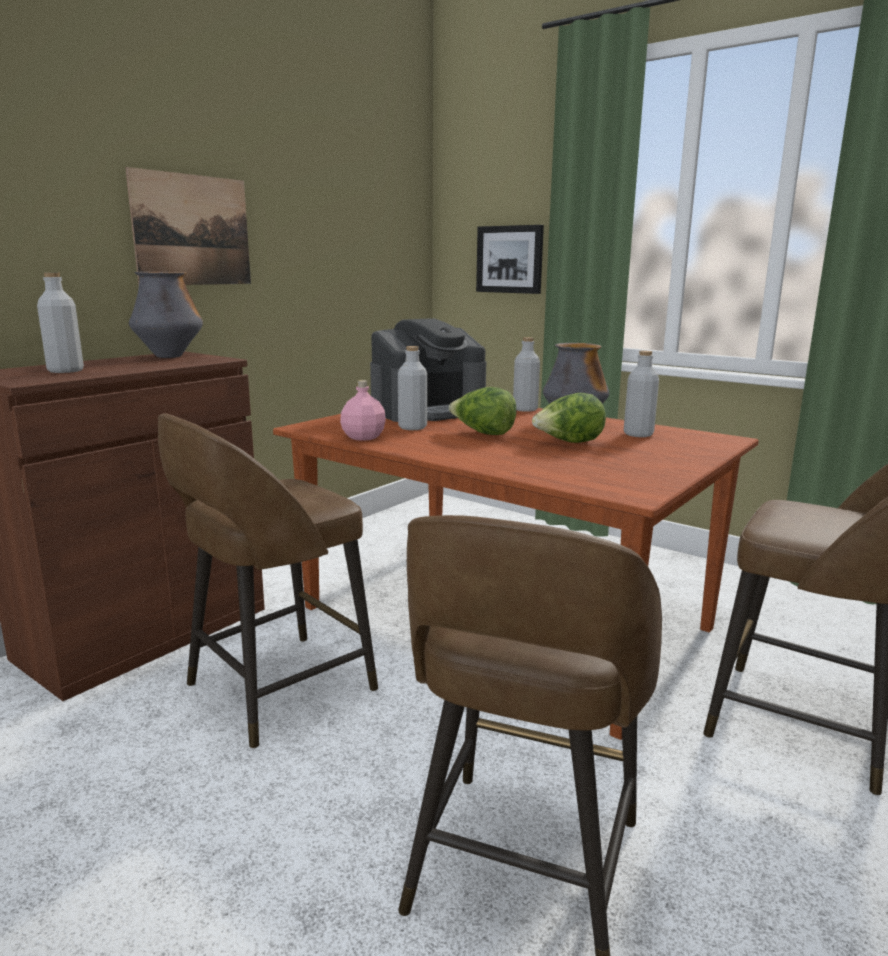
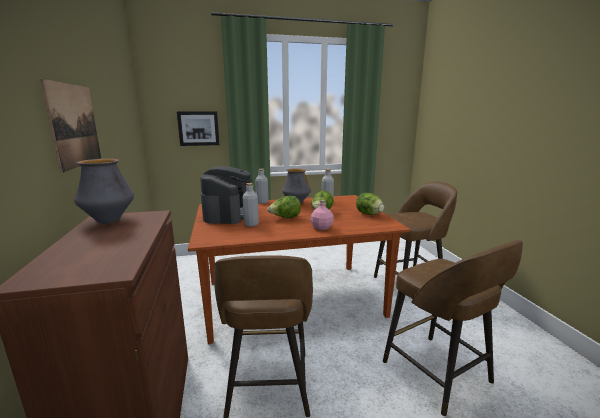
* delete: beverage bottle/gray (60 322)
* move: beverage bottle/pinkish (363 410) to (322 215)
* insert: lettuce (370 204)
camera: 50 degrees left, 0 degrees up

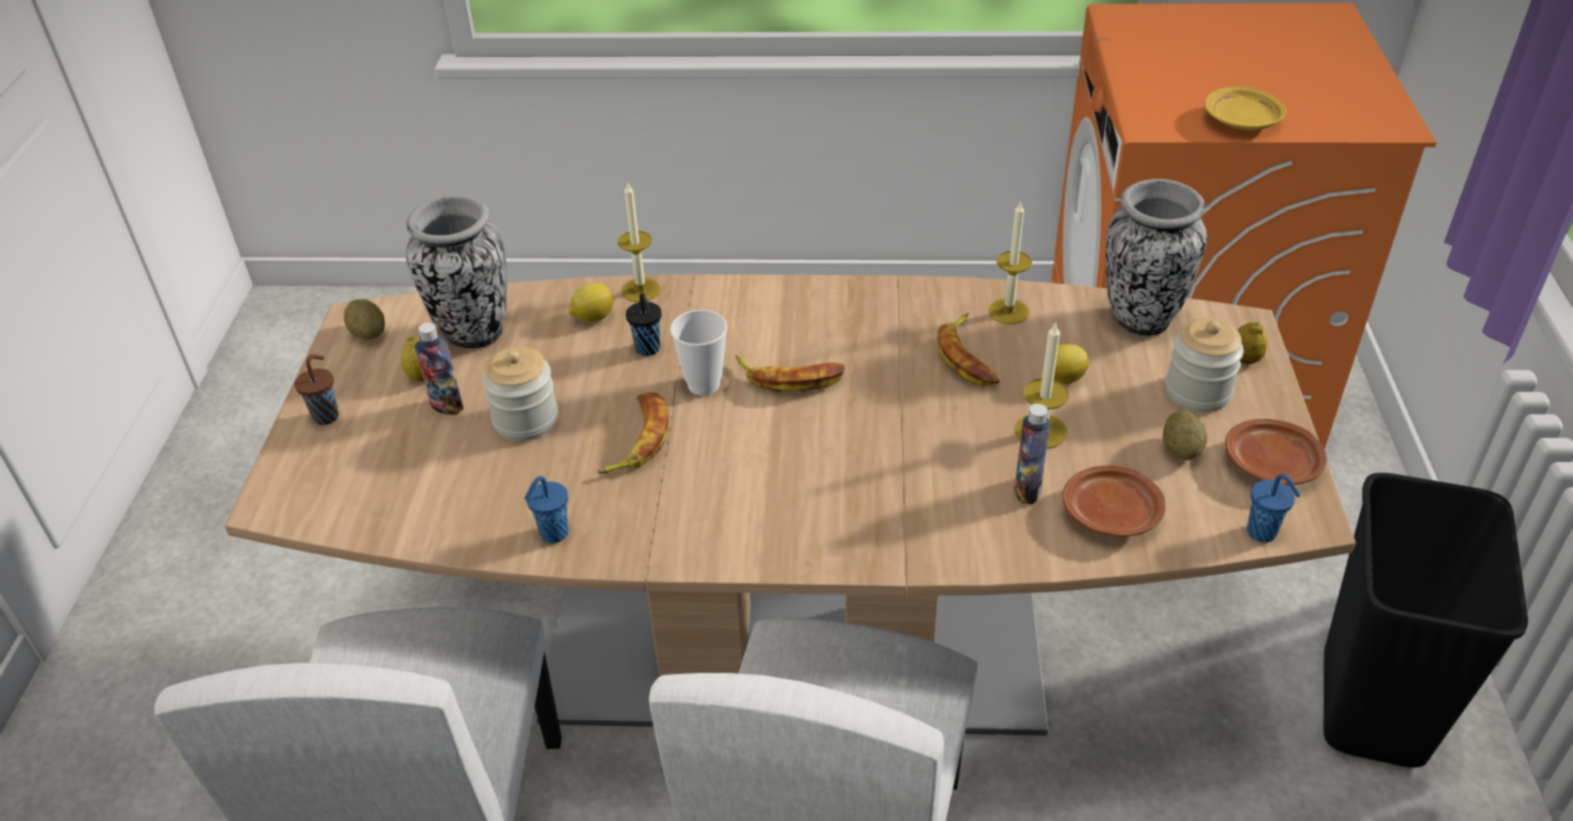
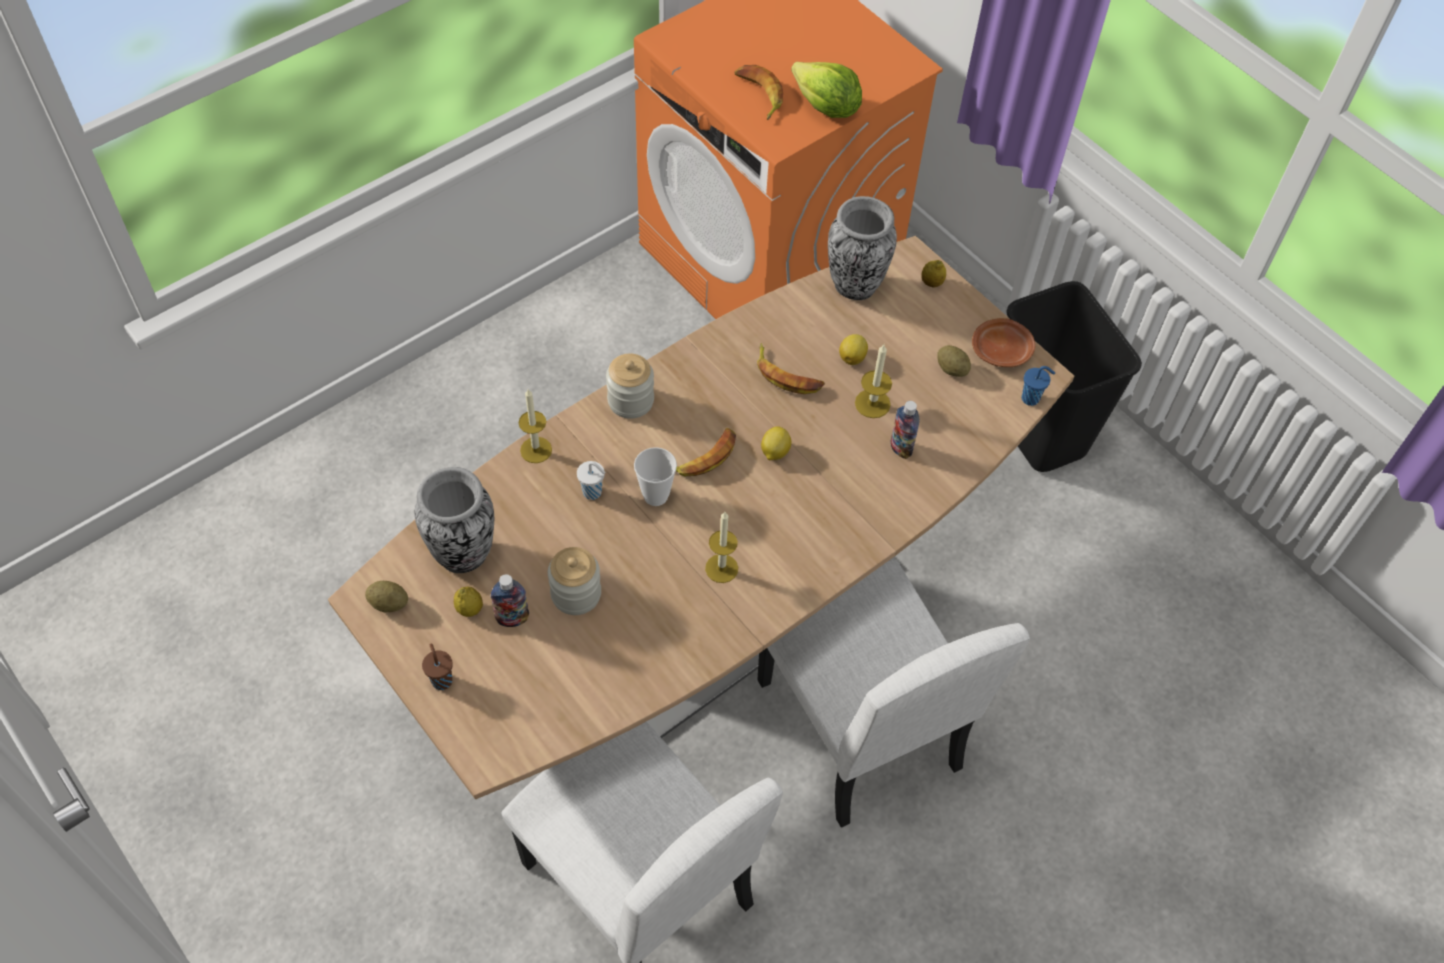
* replace: dinner plate/yellowish (1245 108) to lettuce (826 90)
* move: candle (1010 262) to (721 547)
* move: lemon (591 302) to (776 443)
* recolor: drinking cup/blackish (643 324) to drinking cup/white-coloured (591 480)
* move: preserve jar (1205 365) to (630 386)
* move: banana (633 433) to (758 92)
* delete: dinner plate/brown-coloured (1114 501)
* delete: drinking cup/bluish (546 509)
camera: 45 degrees left, 15 degrees up

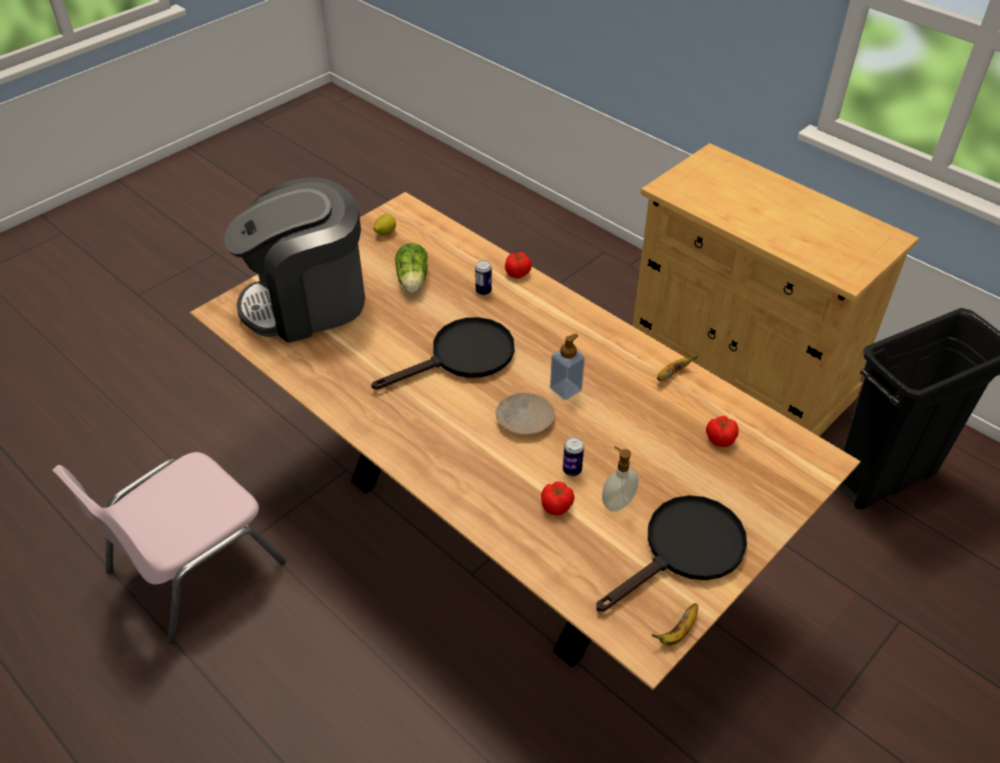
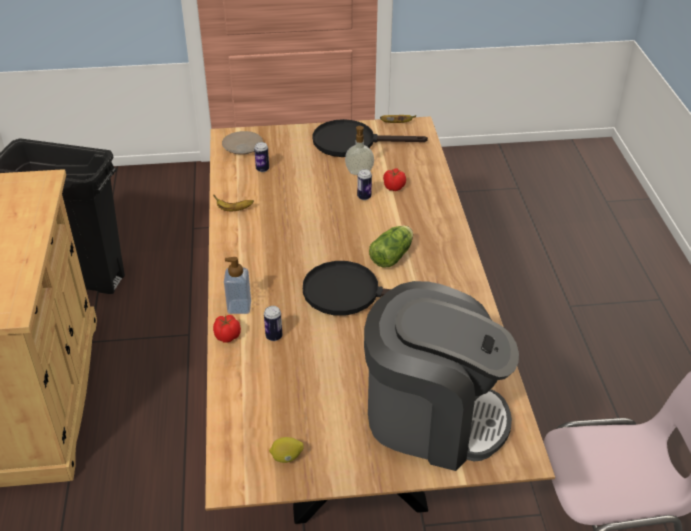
* move: lettuce (411 267) to (391 246)
* move: soap bottle (567 366) to (237 285)
* move: dinner plate/sand-coloured (525 414) to (242 143)
* replace: tomato (722 431) to can (261 157)
camera: 140 degrees left, 5 degrees down

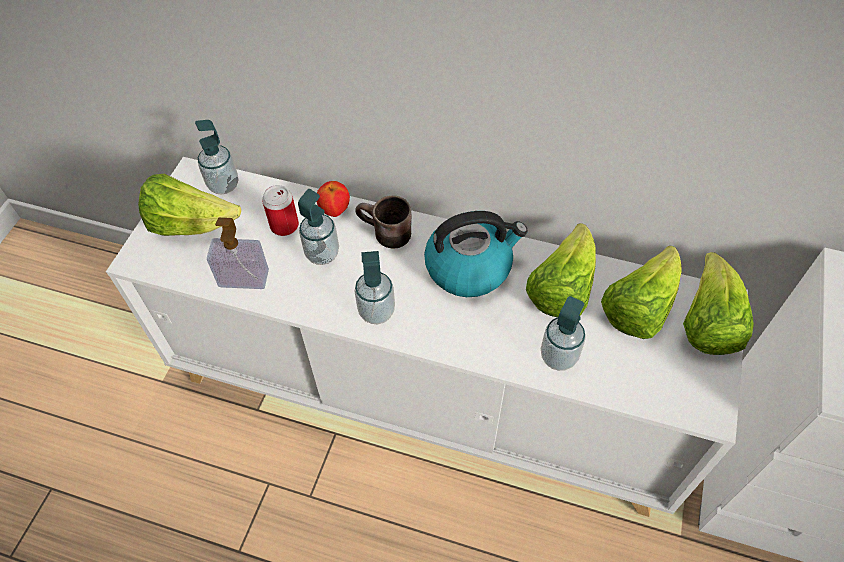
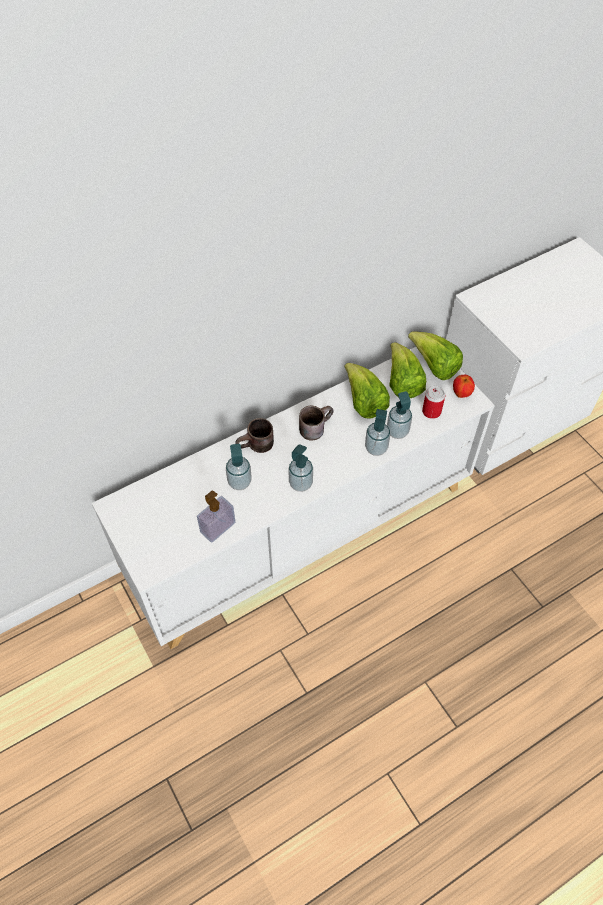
* move: soap bottle (216 157) to (377 432)
* delete: lettuce (189 205)
* move: apple (333 199) to (464 386)
* move: can (280 210) to (433 402)
* replace: kettle (476 254) to coffee mug/brown-coloured (316 423)
camera: 50 degrees left, 0 degrees up

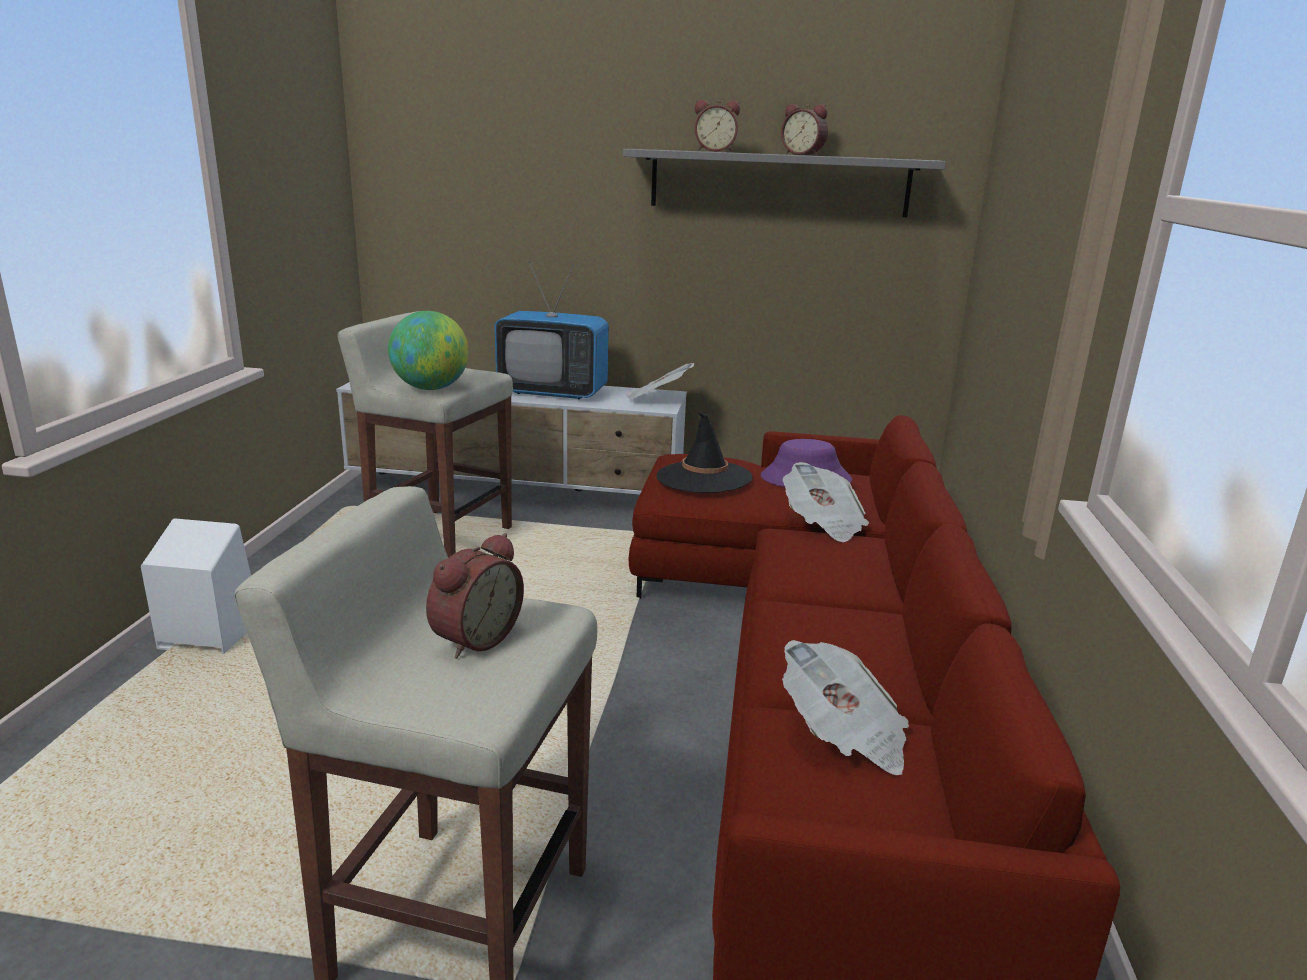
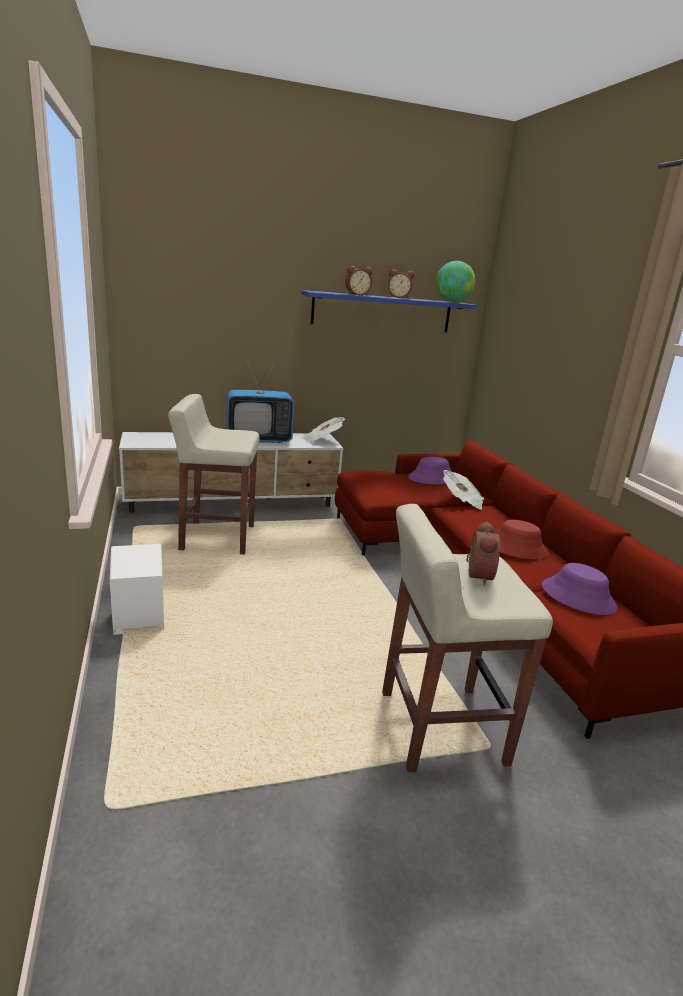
* recolor: bracket shelf/gray (784 183) to bracket shelf/bluish (389 311)
* move: world globe (428 350) to (455 281)
* delete: clothing hat/blackish (704 452)
* replace: newspaper (845 707) to clothing hat/purple (579 589)
* insert: clothing hat/red-coloured (522 539)
camera: 25 degrees left, 0 degrees up

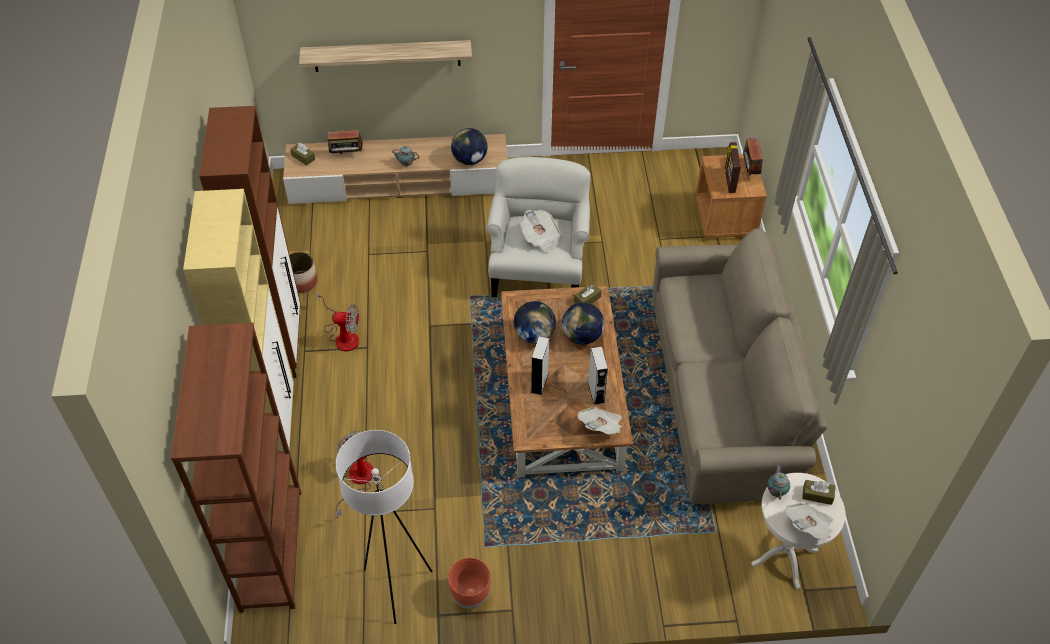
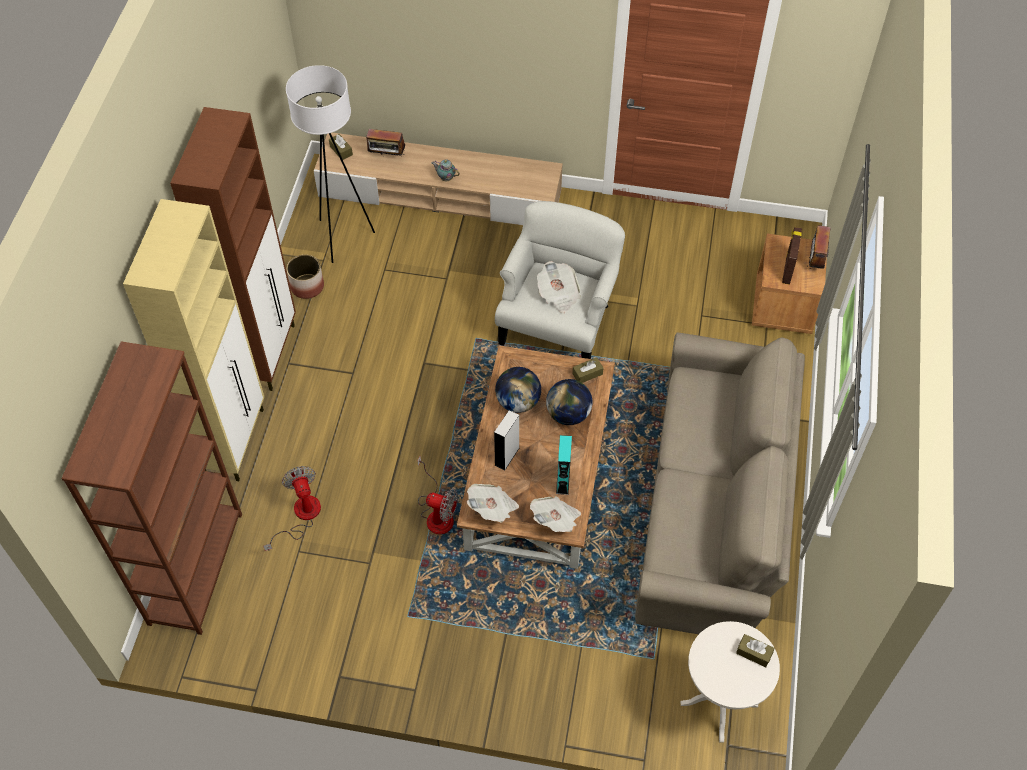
* delete: bracket shelf (385 56)
* delete: world globe (469 146)
* move: electric fan (338 321) to (438 495)
* recolor: loudspeaker/gray (598 376) to loudspeaker/turquoise-coloured (564 465)
* move: standing lamp/white-coloured (384 527) to (330 164)
* delete: tea pot (778 482)
* move: newspaper (809 520) to (493 503)
* delete: flower pot/brown-coloured (469 583)
camera: 15 degrees right, 5 degrees up

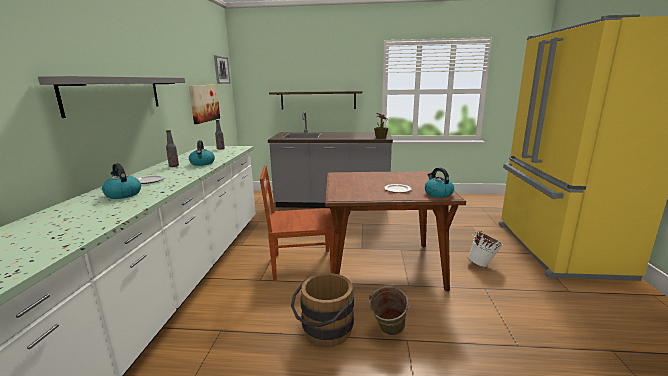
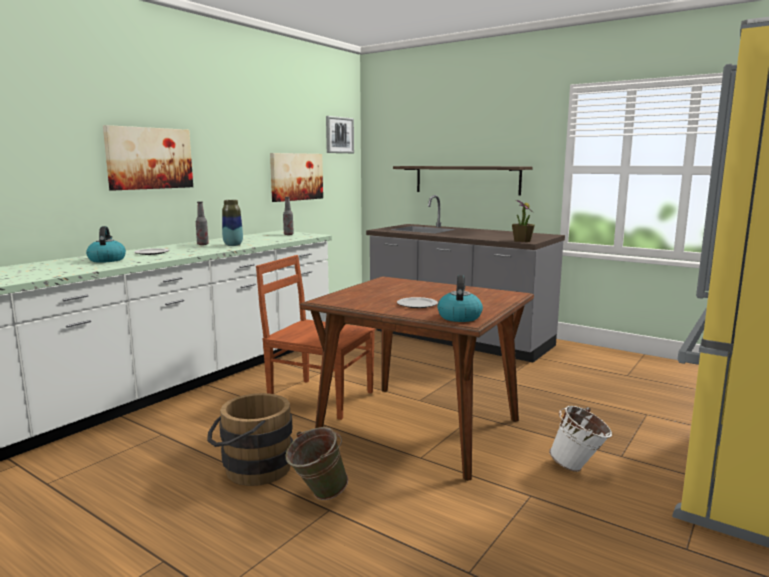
* replace: bracket shelf/gray (111 97) to wall picture (148 158)
* replace: kettle (202 153) to vase (232 223)
camera: 30 degrees right, 5 degrees down

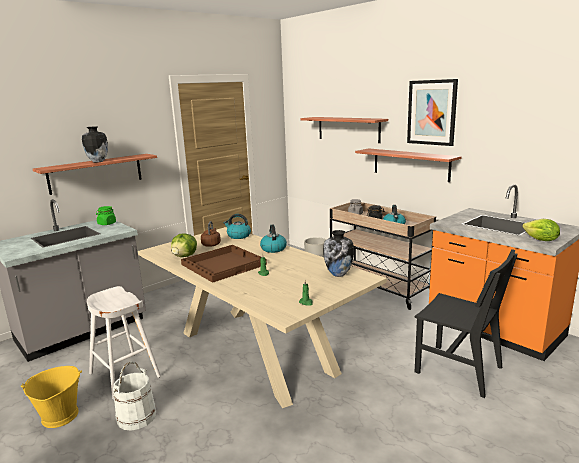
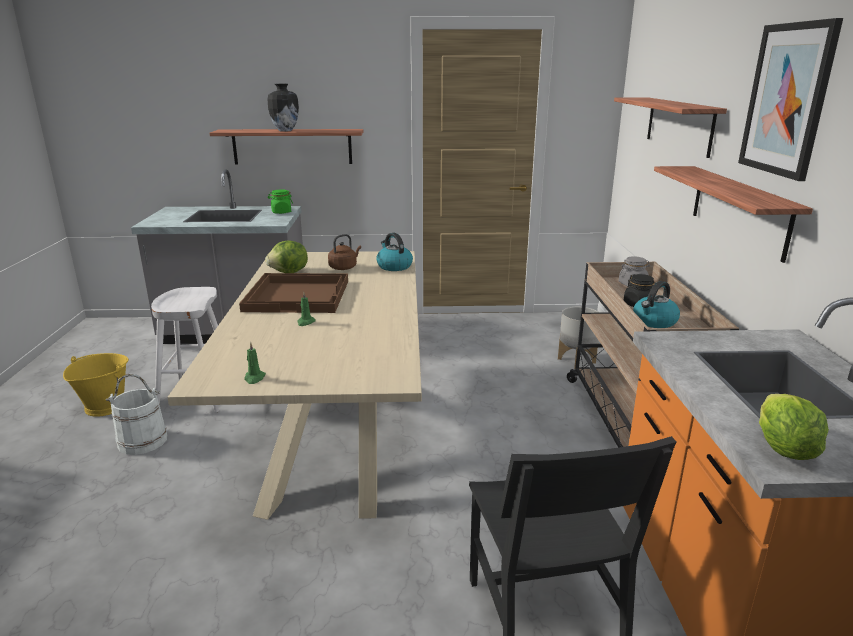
* delete: kettle (273 239)
* delete: vase (338 253)
camera: 40 degrees right, 5 degrees up

